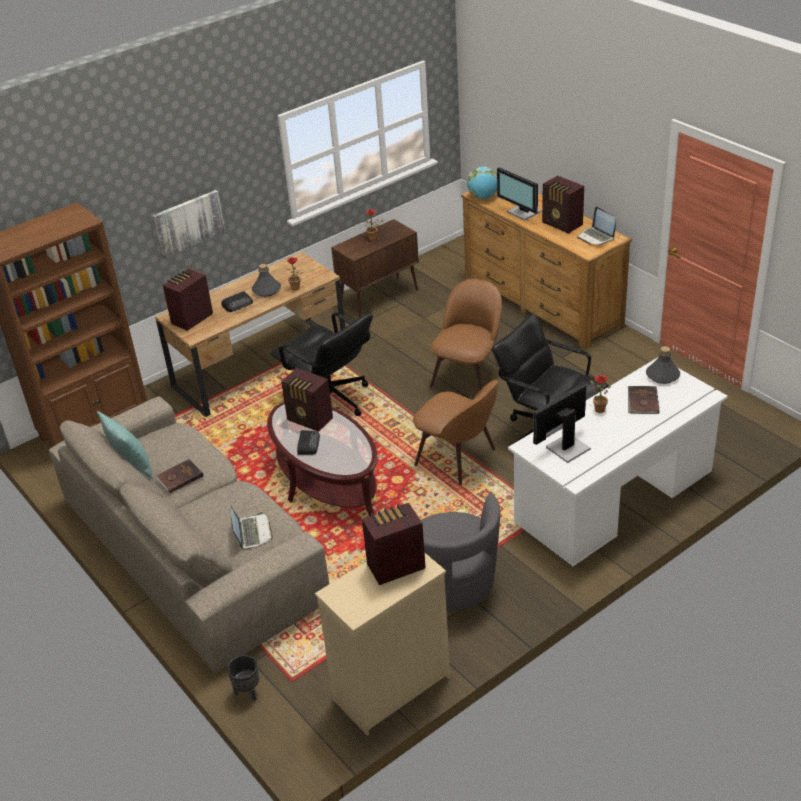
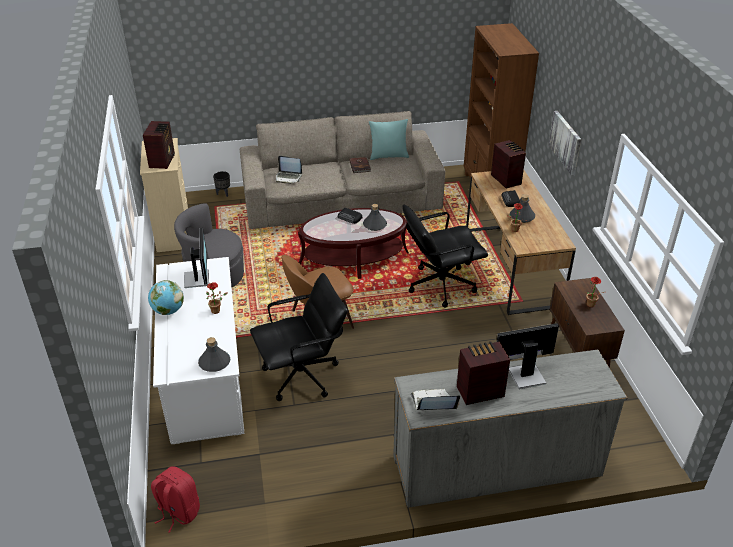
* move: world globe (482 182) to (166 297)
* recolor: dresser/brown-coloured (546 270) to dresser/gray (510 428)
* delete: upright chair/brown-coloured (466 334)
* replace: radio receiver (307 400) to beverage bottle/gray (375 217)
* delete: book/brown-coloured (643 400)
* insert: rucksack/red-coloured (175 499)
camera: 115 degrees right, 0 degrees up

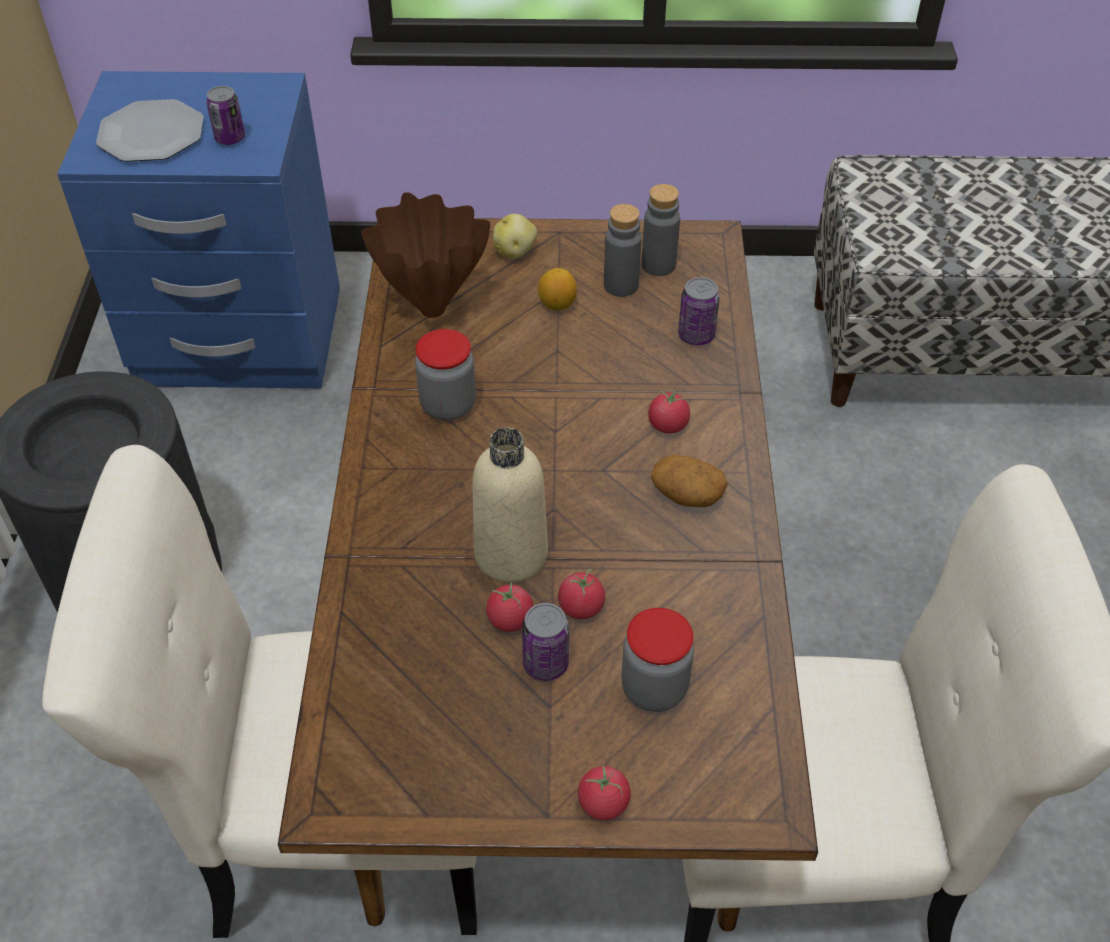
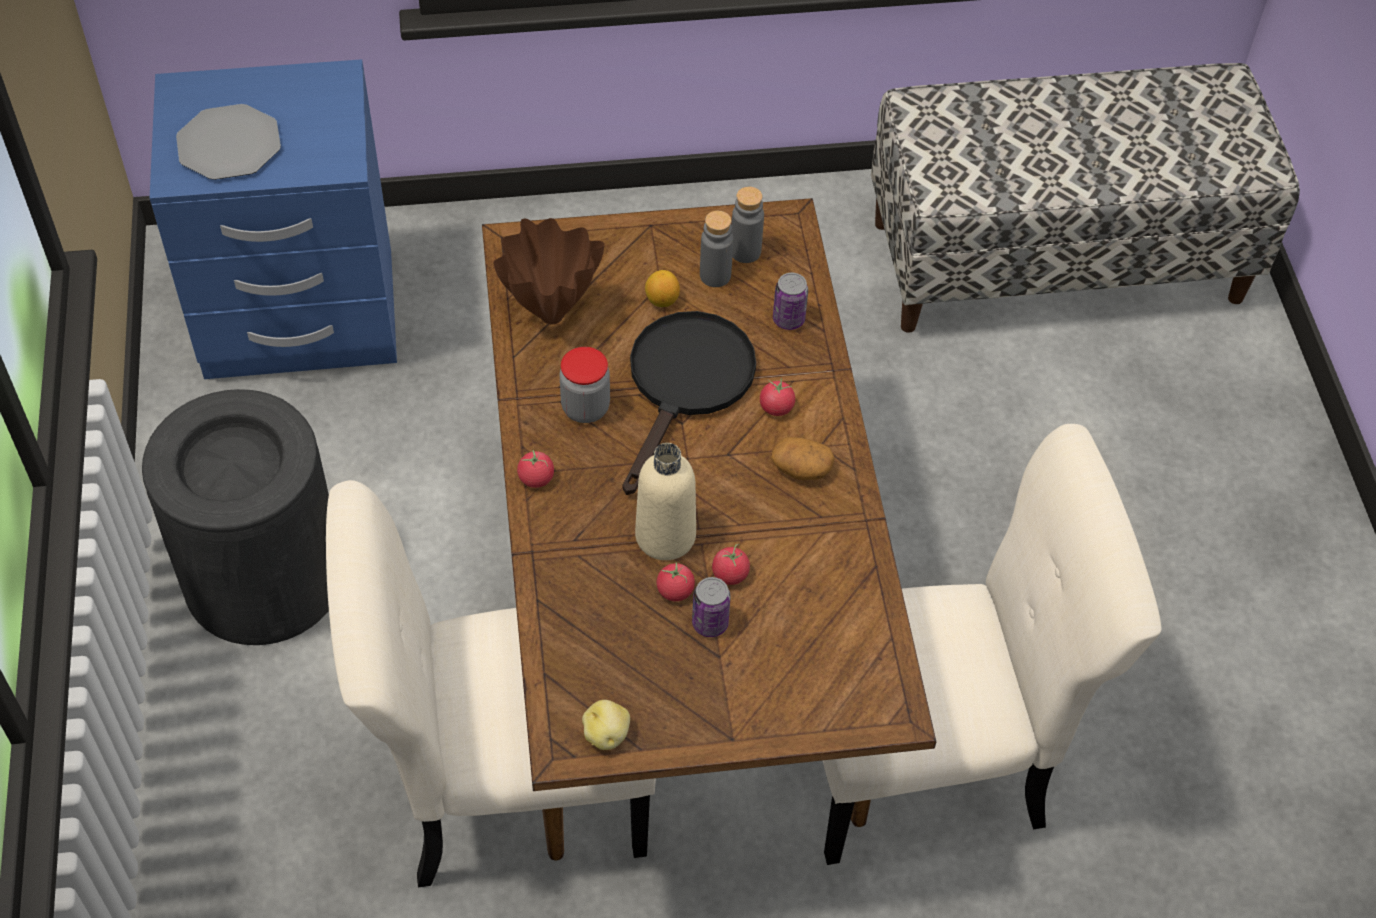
* delete: can (225 115)
* move: spud (515 236) to (606 725)
* delete: preserve jar (657 660)
* move: tomato (604 793) to (535 469)
* insert: pan/blackish (689 403)
camera: 10 degrees left, 5 degrees up

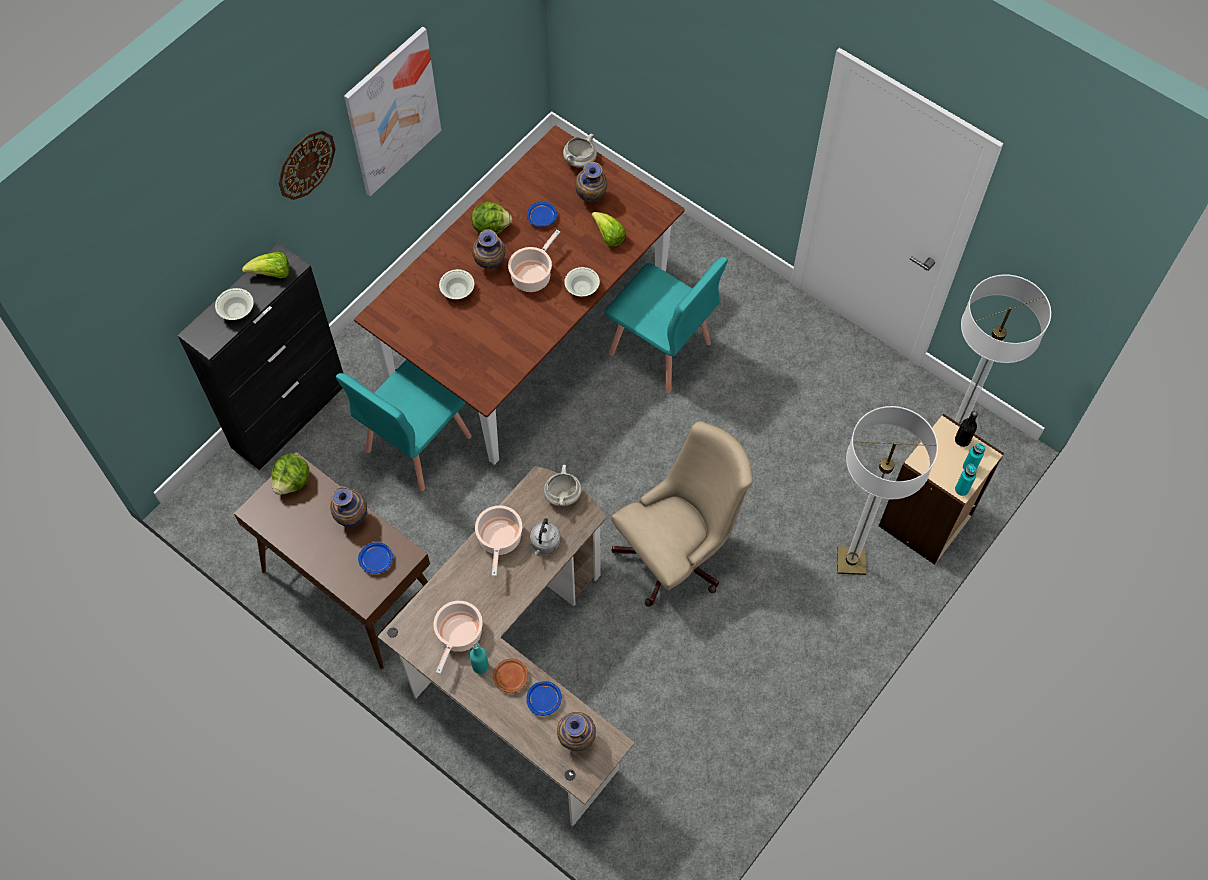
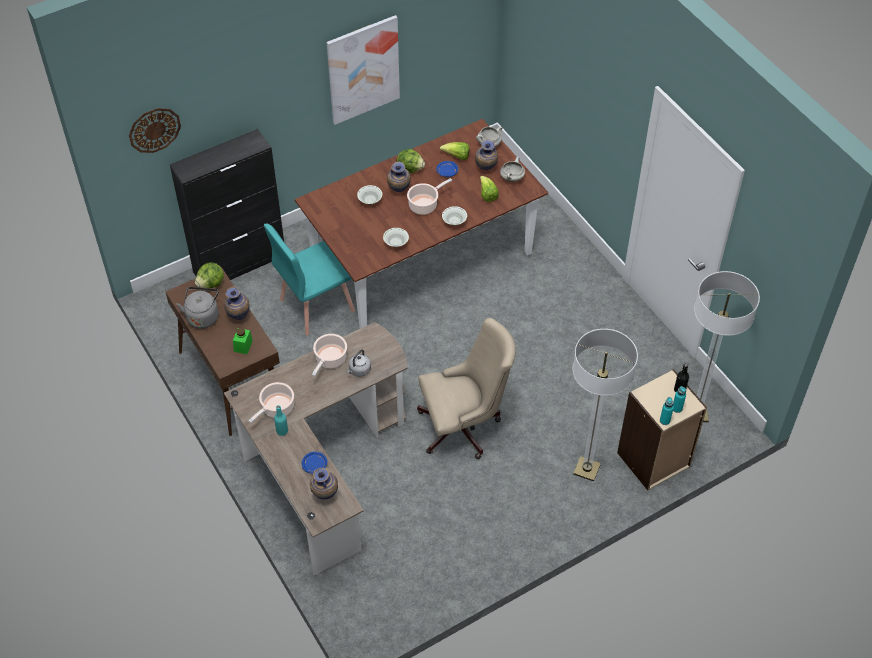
* move: hanging clock (307 165) to (155 130)
* move: lettuce (265 265) to (454 151)
* delete: upright chair/turquoise-coloured (666 325)
* move: deep dish/white-coloured (234 304) to (396 237)
* move: stockpot/white-coloured (563 486) to (512 169)
* replace: dinner plate/bluish (375 558) to preserve jar/green (243 341)
* delete: dinner plate/brown-coloured (510 675)
* insert: kettle/gray (197 308)
camera: 20 degrees right, 10 degrees down

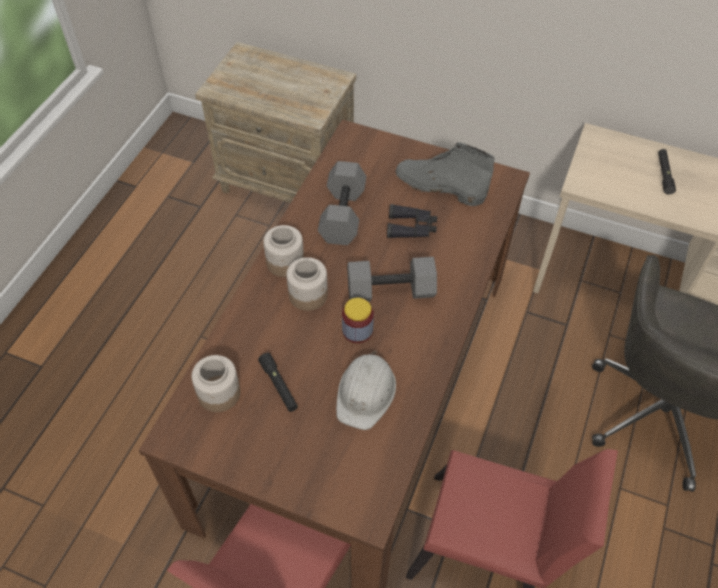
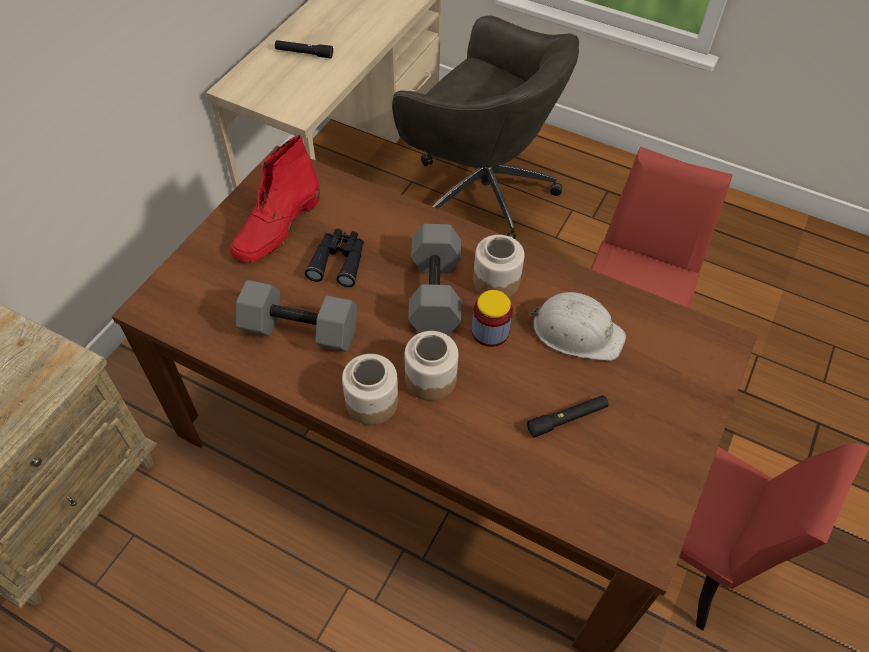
* recolor: high-top boot/gray (445 174) to high-top boot/red-coloured (275 198)
* move: preserve jar (216 383) to (498 266)
camera: 85 degrees left, 0 degrees up

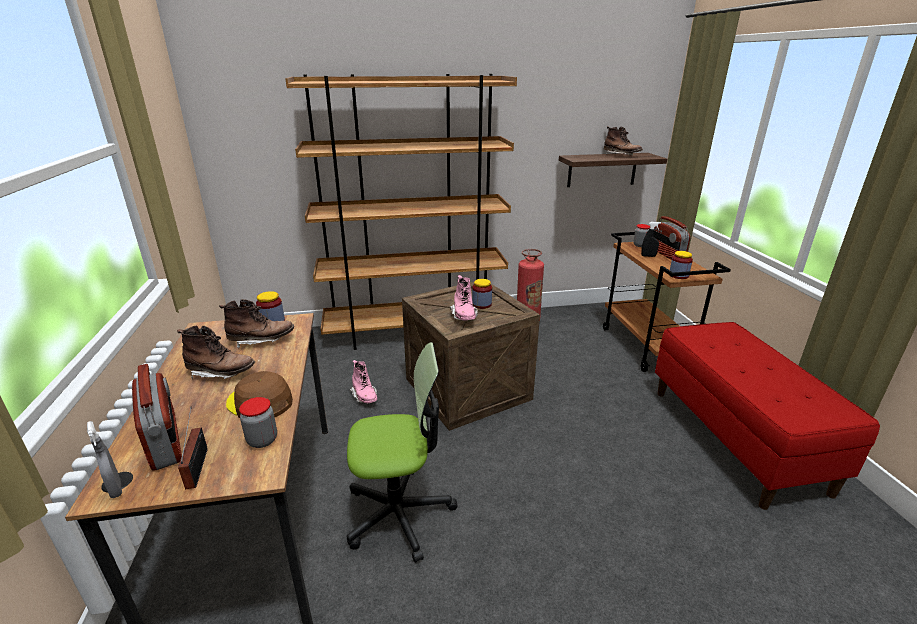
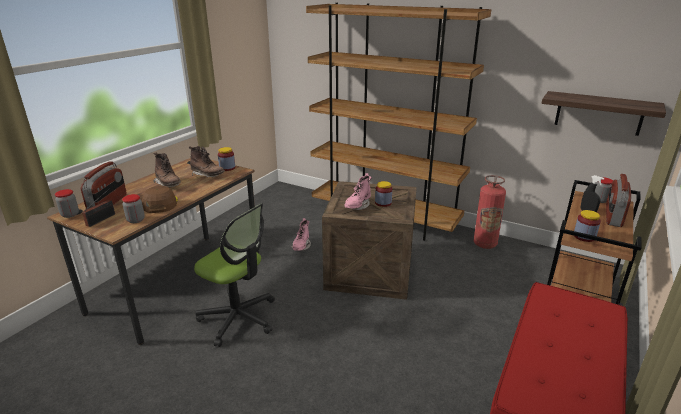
* delete: high-top boot/brown-coloured (623 141)
* replace: hand sprayer/gray (104 459) to preserve jar (67 203)
camera: 40 degrees right, 0 degrees up

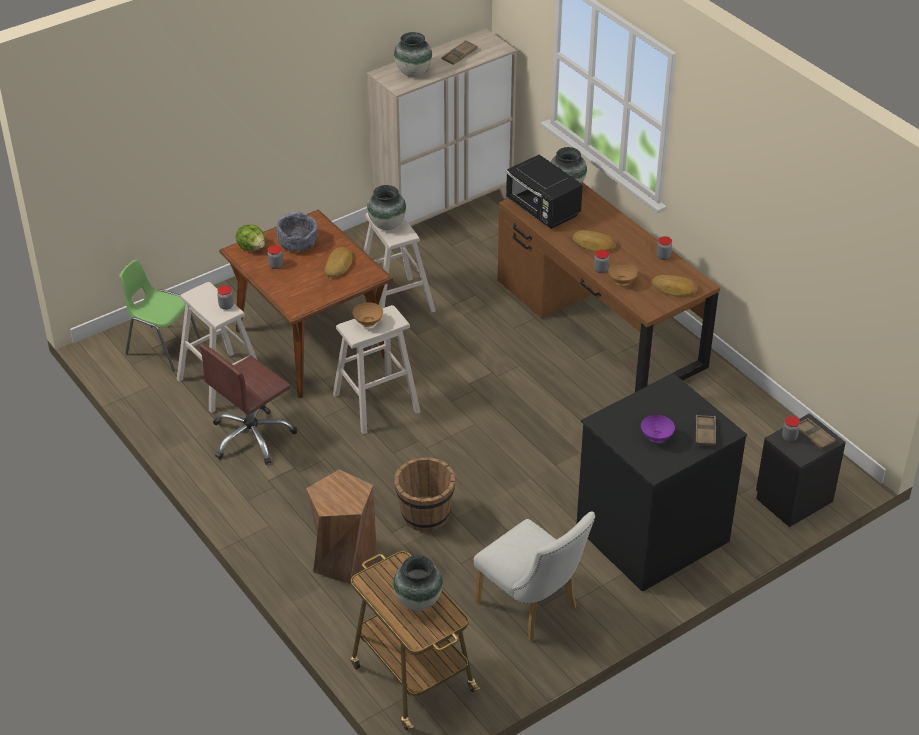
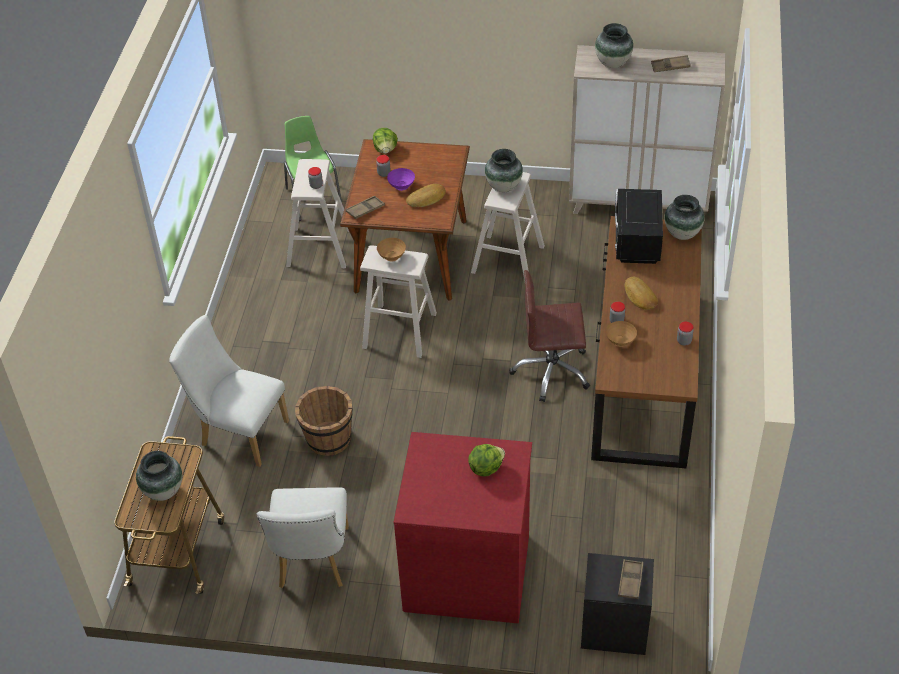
* delete: deep dish/gray (297 232)
* delete: bread (675 286)
* move: desk chair/brown-coloured (248 404) to (549 336)
* recolor: dresser/blackish (662 482) to dresser/red-coloured (463 527)
* move: deep dish/purple (658 429) to (401 179)
* move: serving tray/brown-coloured (706 430) to (365 207)
* delete: preserve jar (791 429)
* replace: stool seat/brown-coloured (341 526) to upright chair/white-coloured (229 391)
* insert: lettuce (486 460)
camera: 45 degrees right, 5 degrees up

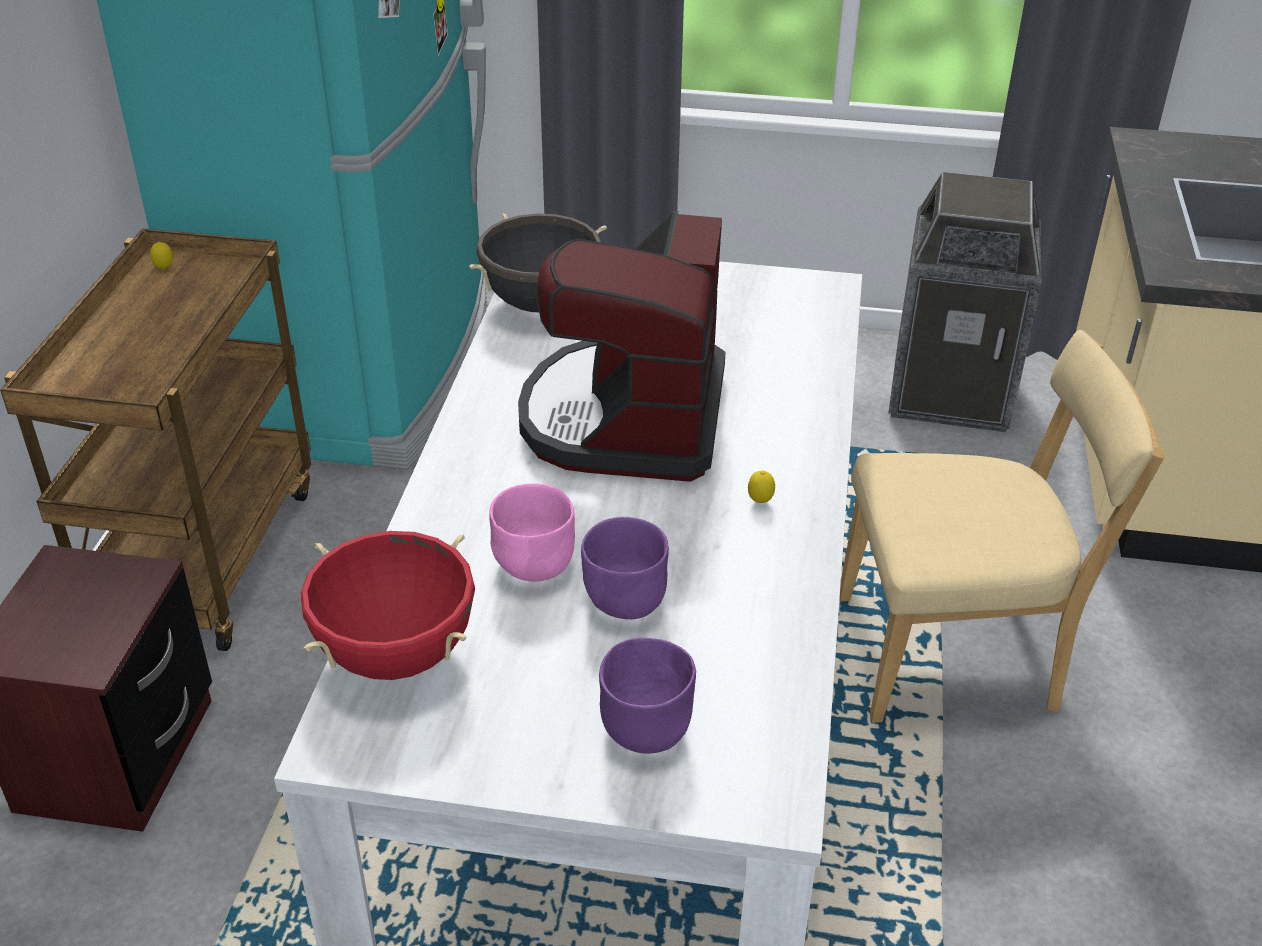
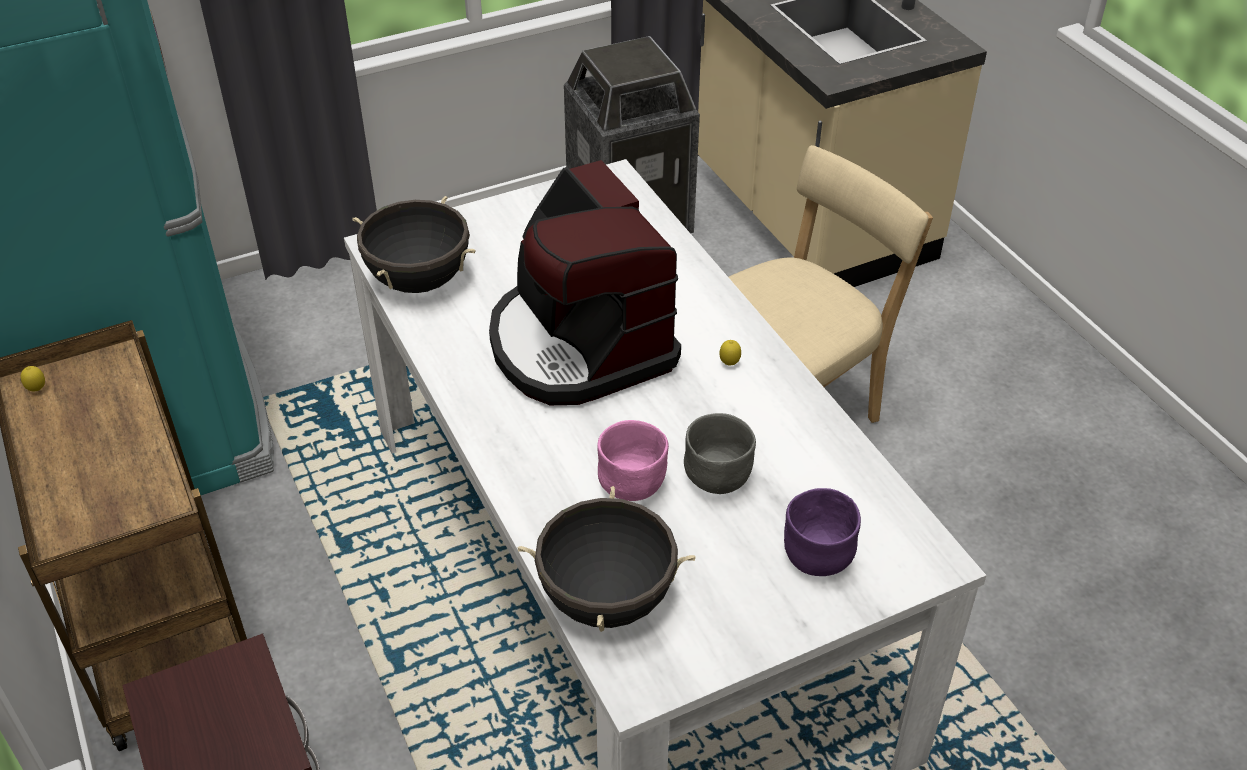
* recolor: deep dish/purple (625 568) to deep dish/gray (720 453)
* recolor: stockpot/red-coloured (388 605) to stockpot/blackish (607 559)
camera: 35 degrees left, 5 degrees up

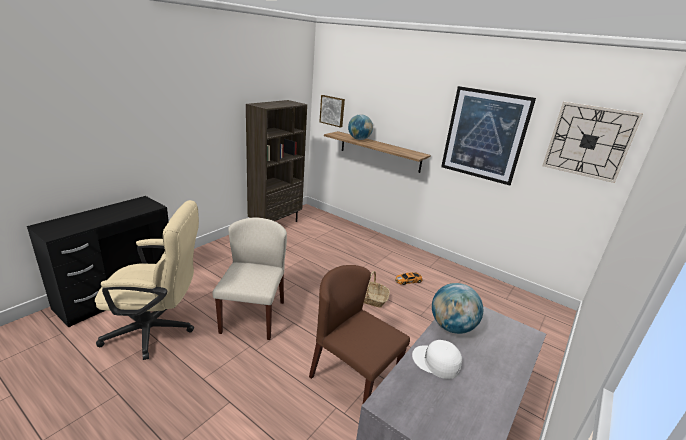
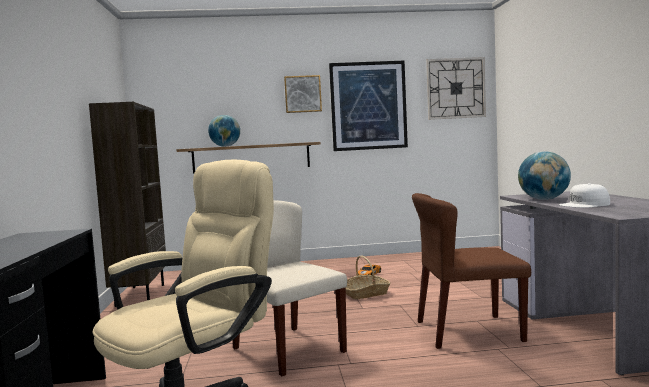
* move: wall picture (332 111) to (303 94)
camera: 40 degrees left, 20 degrees down

